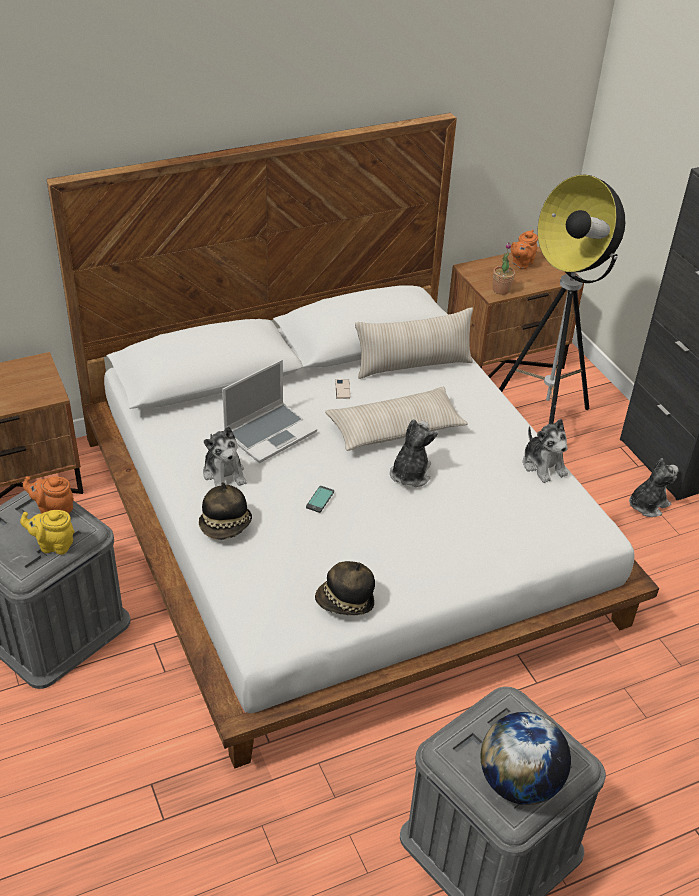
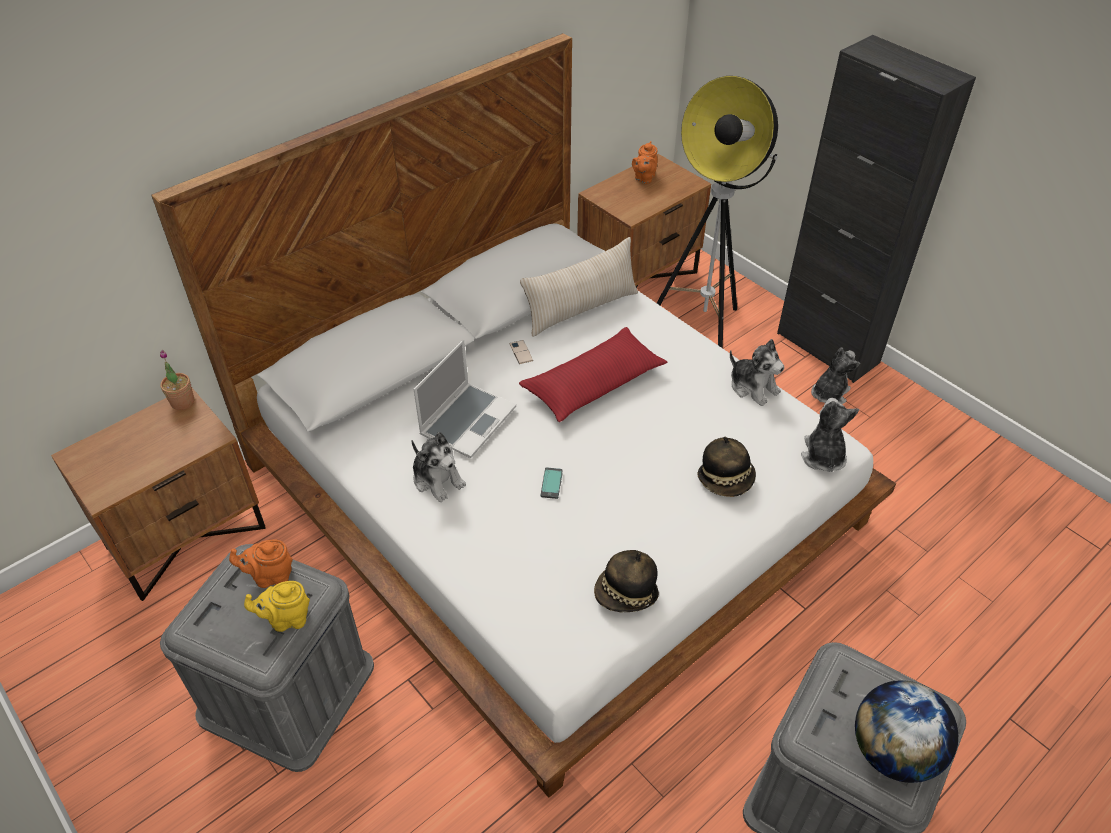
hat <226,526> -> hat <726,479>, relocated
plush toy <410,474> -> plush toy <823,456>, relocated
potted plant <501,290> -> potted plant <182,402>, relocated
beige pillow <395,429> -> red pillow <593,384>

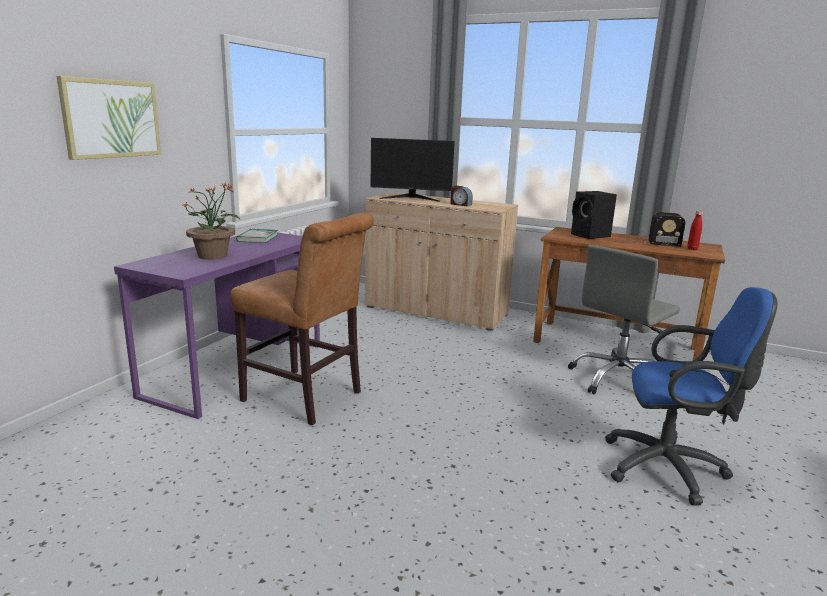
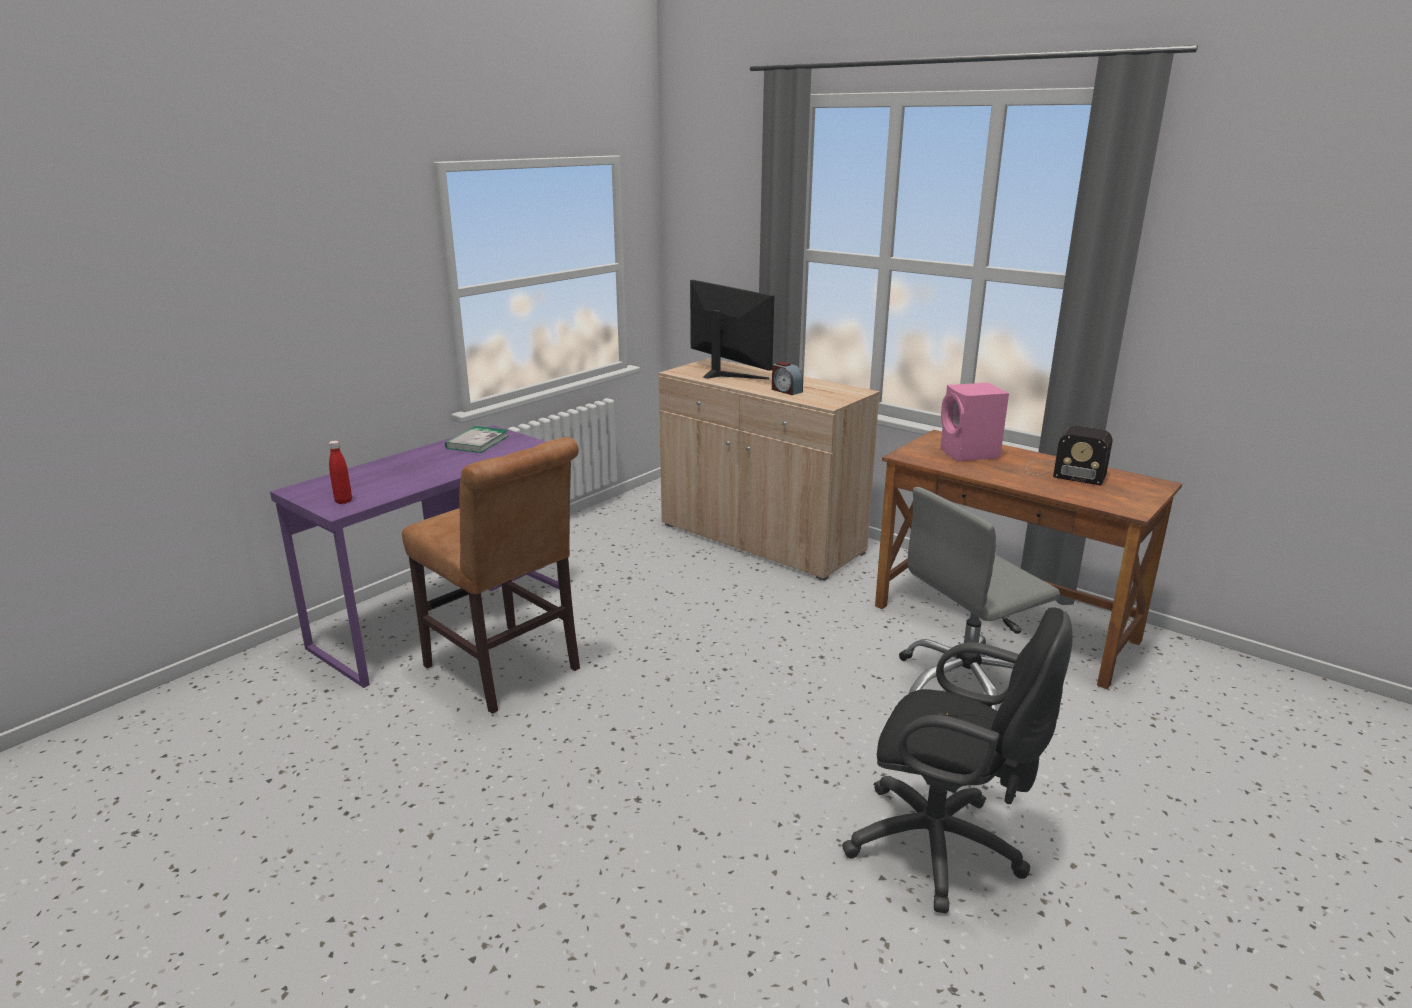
picture <111,119> -> none
potted plant <213,256> -> none
red bottle <692,249> -> red bottle <343,501>, relocated
black speaker <591,236> -> pink speaker <969,454>
blue office chair <670,469> -> black office chair <943,849>
monitor <411,198> -> monitor <725,373>, 150 degrees counterclockwise

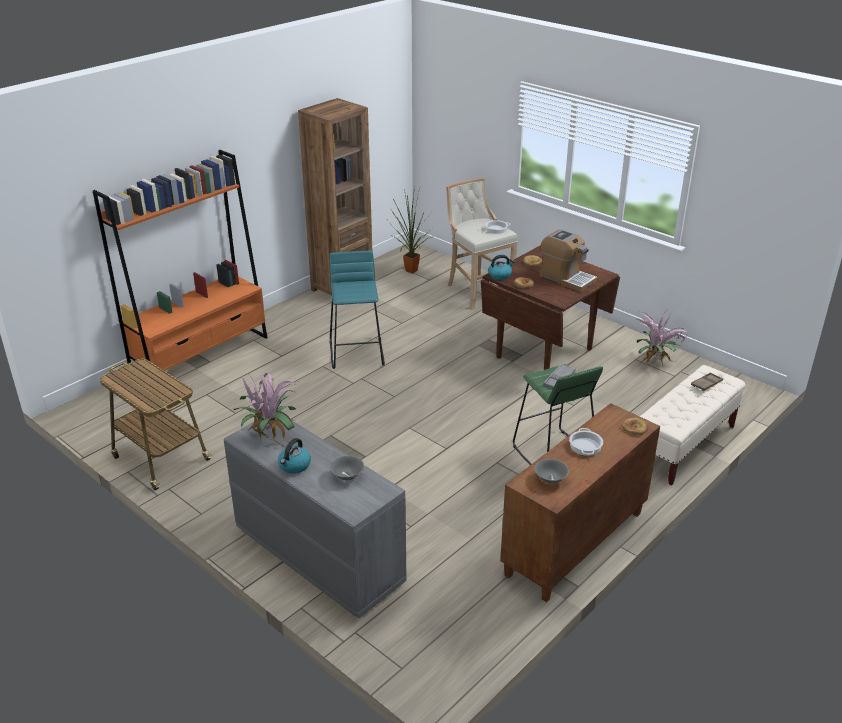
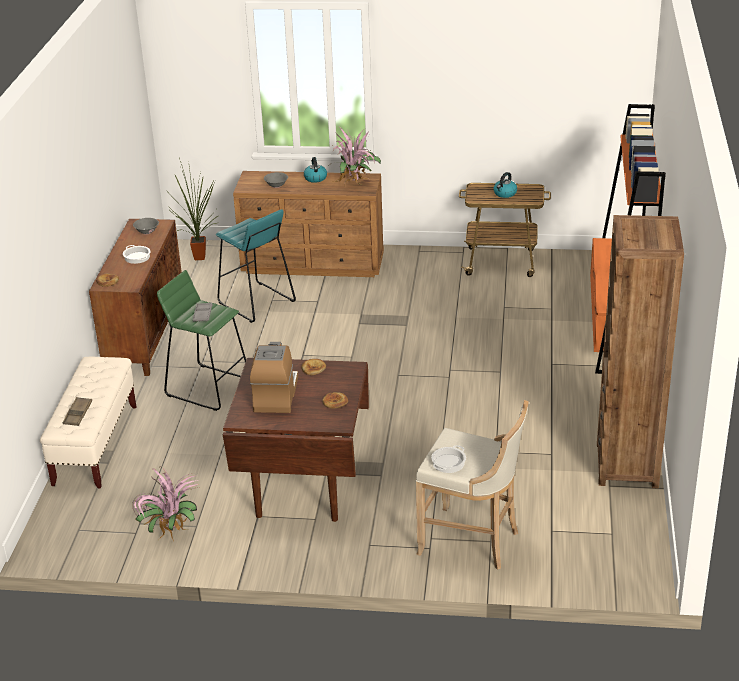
turquoise stool <357,353> -> turquoise stool <256,303>, relocated
potted plant <410,271> -> potted plant <200,256>, relocated
kettle <500,275> -> kettle <505,194>, relocated
grey dresser <317,555> -> brown dresser <314,264>
coffee machine <566,278> -> coffee machine <275,395>, 90 degrees clockwise

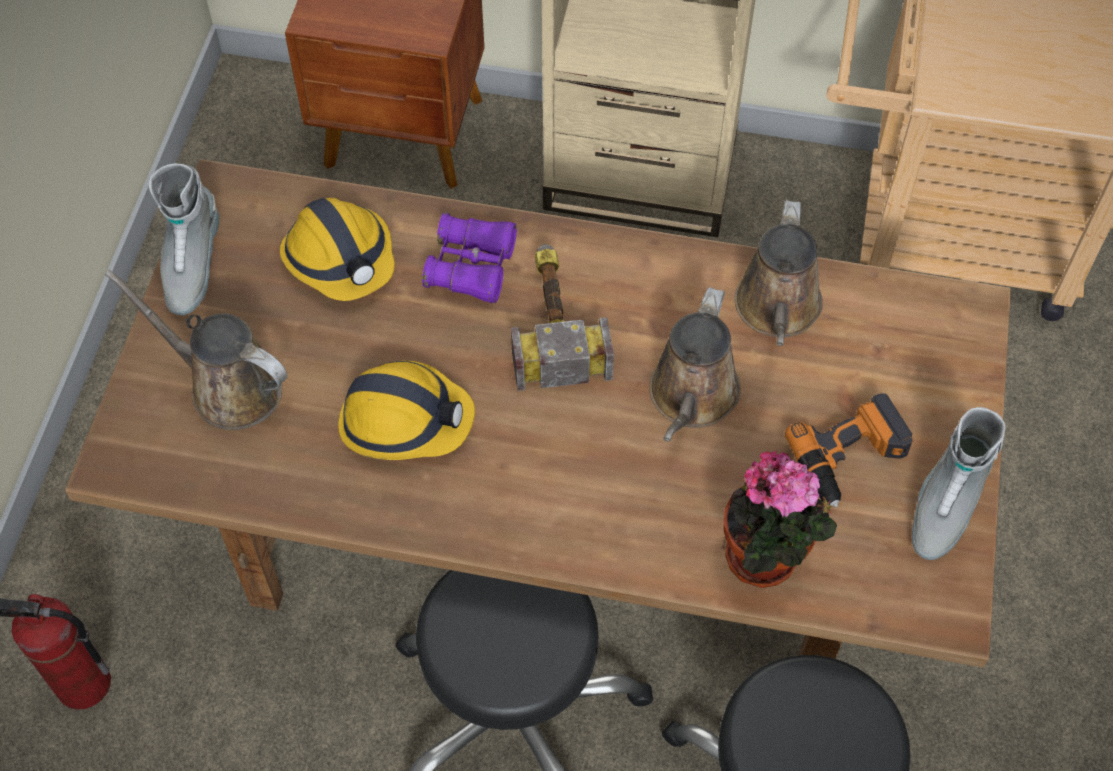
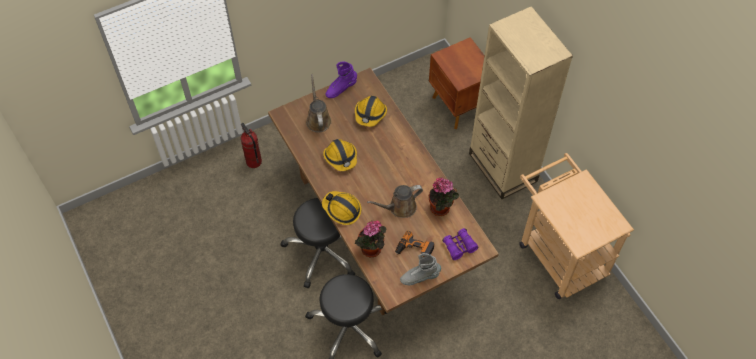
hammer <554,320> -> none
none -> hard hat <342,210>
purple binoculars <471,267> -> purple binoculars <459,247>, relocated
brown watering can <777,310> -> potted plant <441,208>
grey boot <192,266> -> purple boot <341,89>

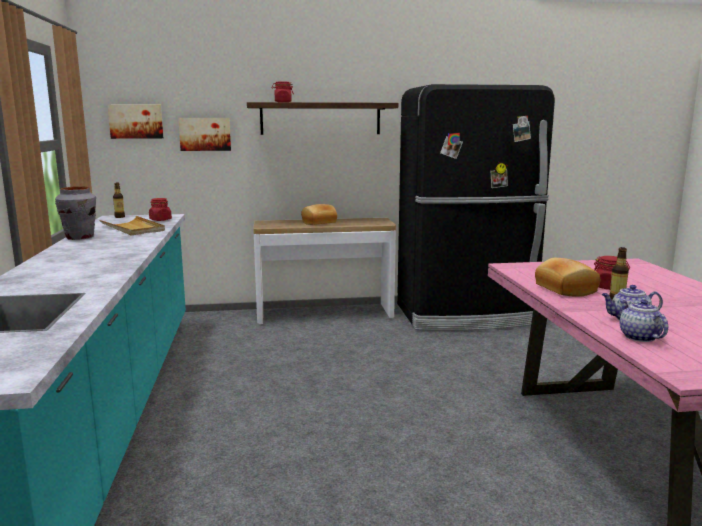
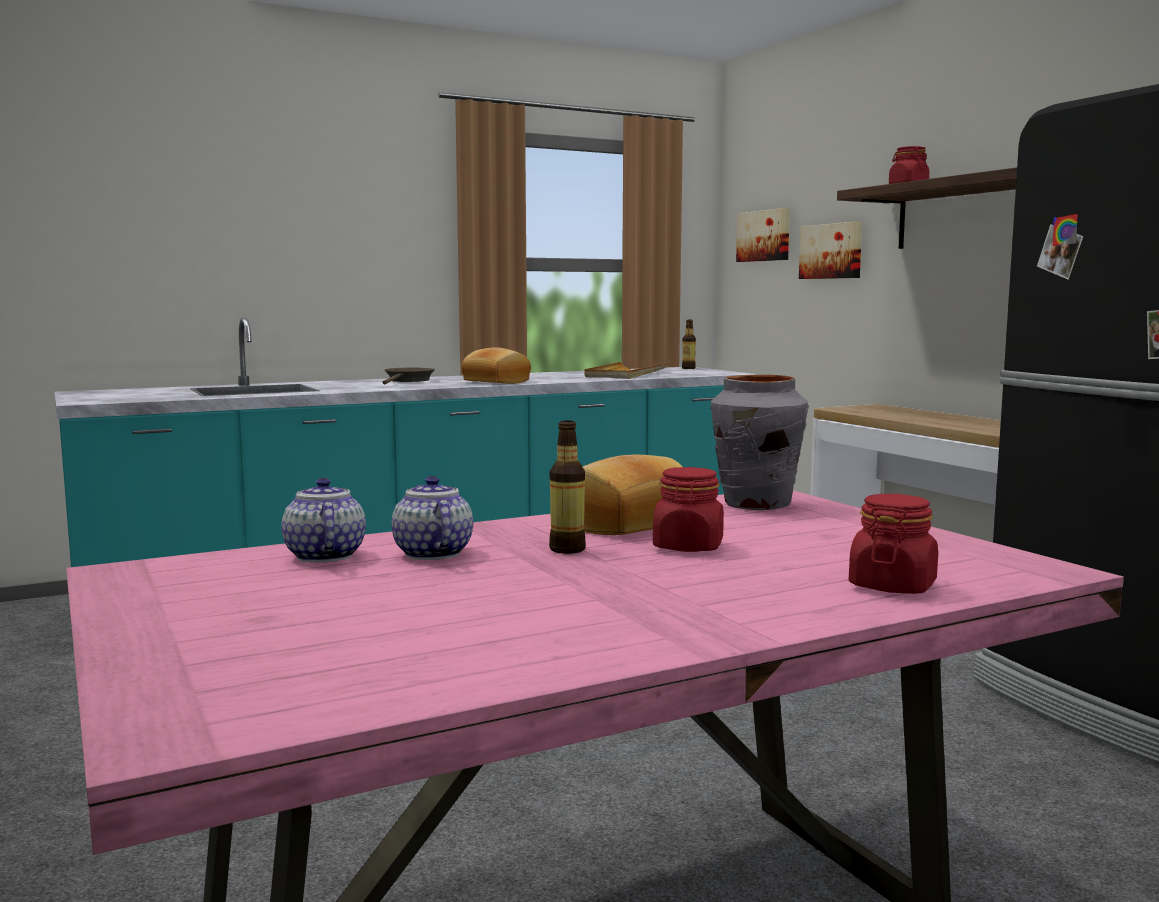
none -> brown frying pan <408,380>
grey vase <80,237> -> grey vase <756,504>, relocated
red jar <160,220> -> red jar <892,586>, relocated
bread <319,223> -> bread <495,382>, relocated
teapot <638,337> -> teapot <324,555>, 75 degrees counterclockwise

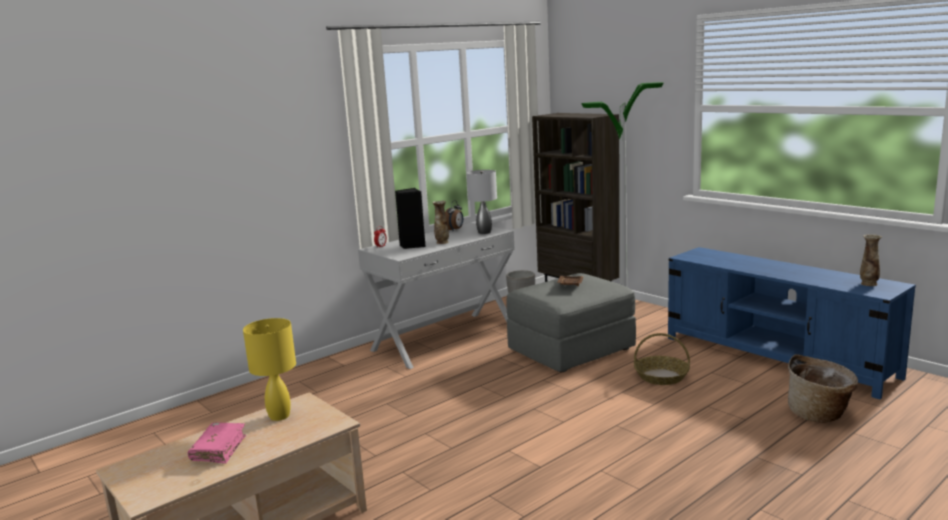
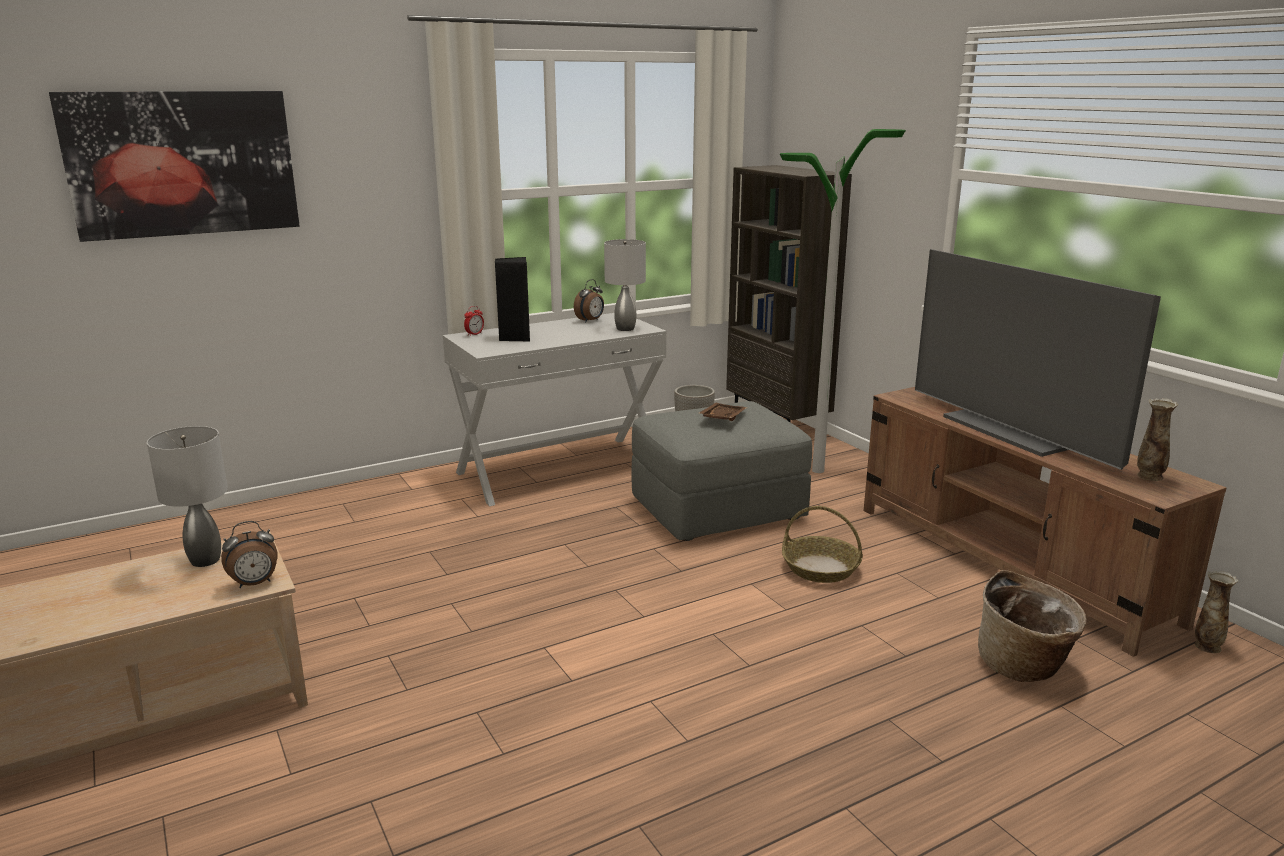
pink book <219,449> -> none
none -> picture <183,163>
none -> alarm clock <254,584>
none -> television <1013,431>
vase <442,242> -> vase <1206,646>, relocated
yellow table lamp <279,416> -> grey table lamp <204,561>
blue tv stand <777,357> -> brown tv stand <1008,563>

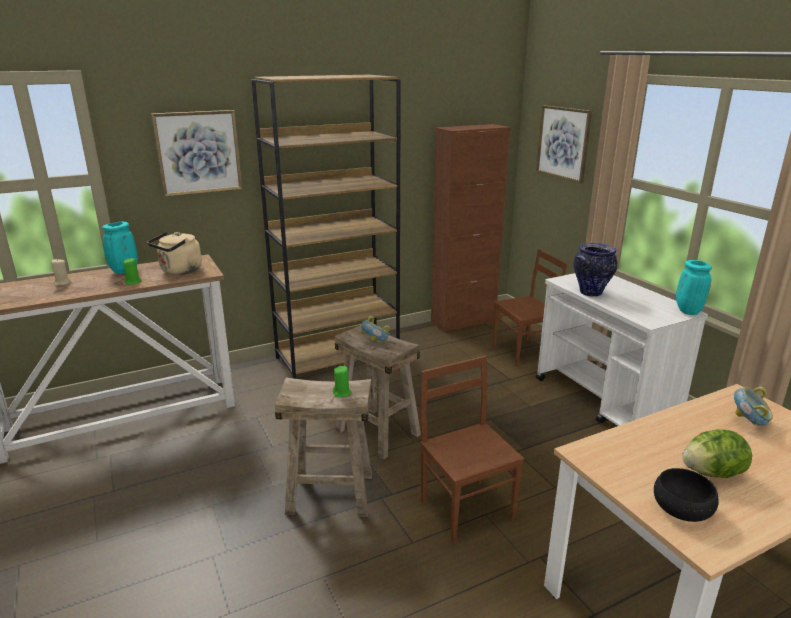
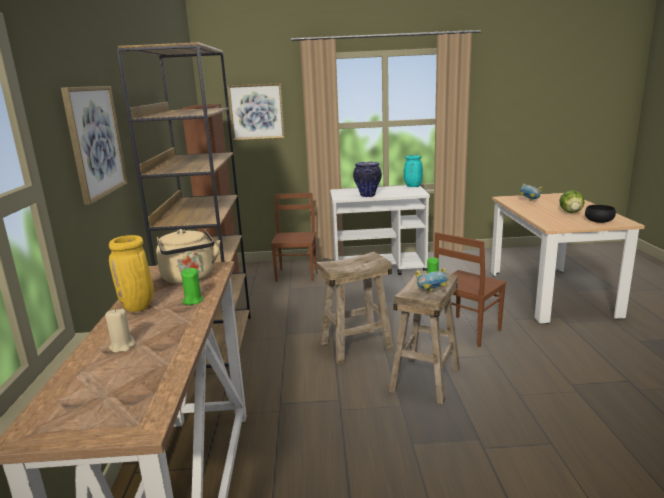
bowl <375,343> -> bowl <432,293>, relocated
turquoise vase <124,271> -> yellow vase <138,307>
brown chair <467,509> -> brown chair <466,331>, 45 degrees counterclockwise

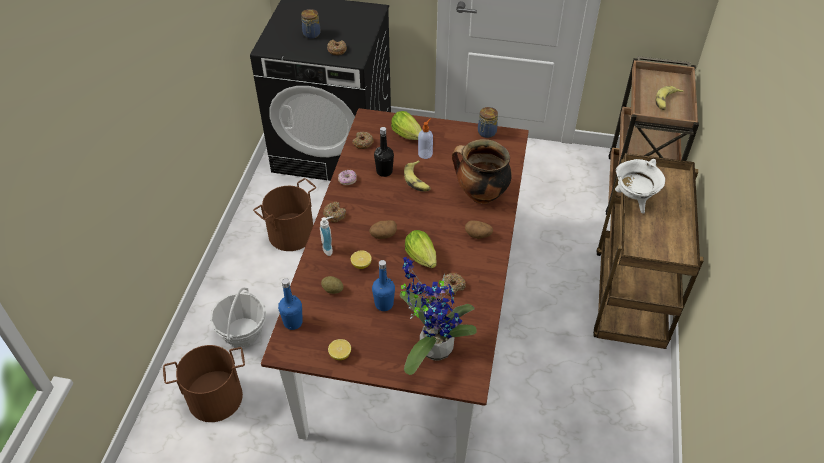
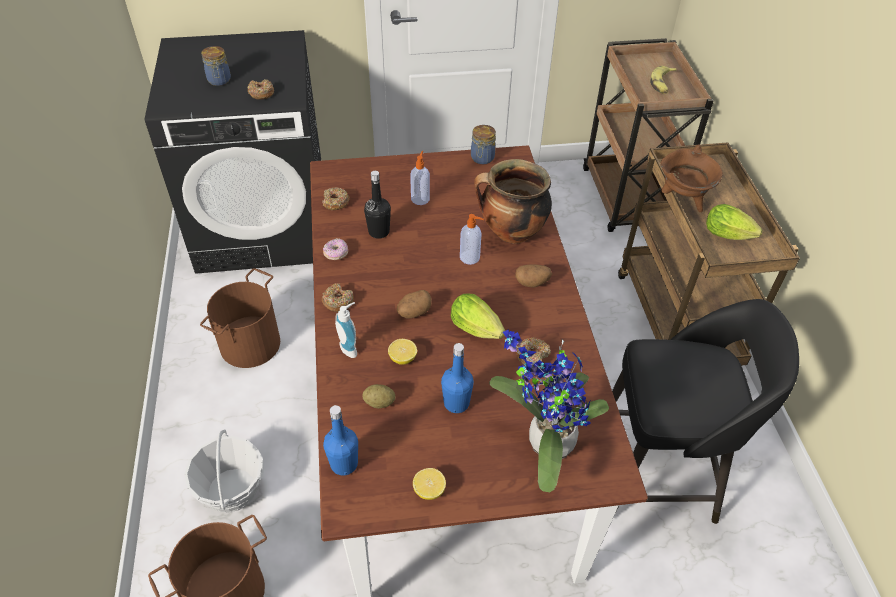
banana <417,180> -> none
none -> soap dispenser <470,258>
none -> black stool <658,473>
lettuce <408,136> -> lettuce <730,236>, relocated
white cooking pot <633,200> -> brown cooking pot <683,199>

